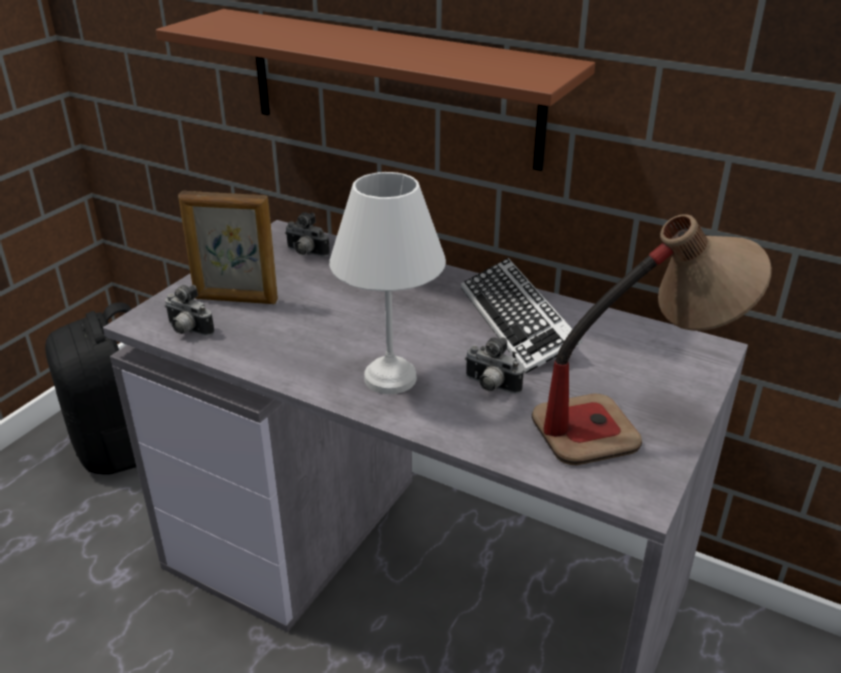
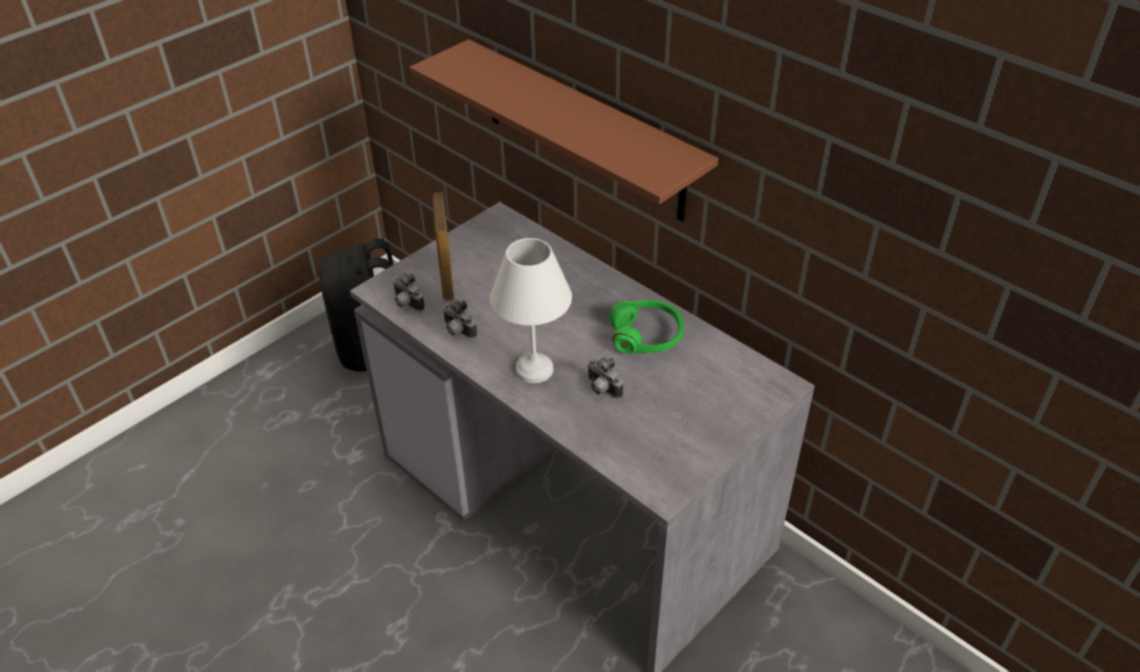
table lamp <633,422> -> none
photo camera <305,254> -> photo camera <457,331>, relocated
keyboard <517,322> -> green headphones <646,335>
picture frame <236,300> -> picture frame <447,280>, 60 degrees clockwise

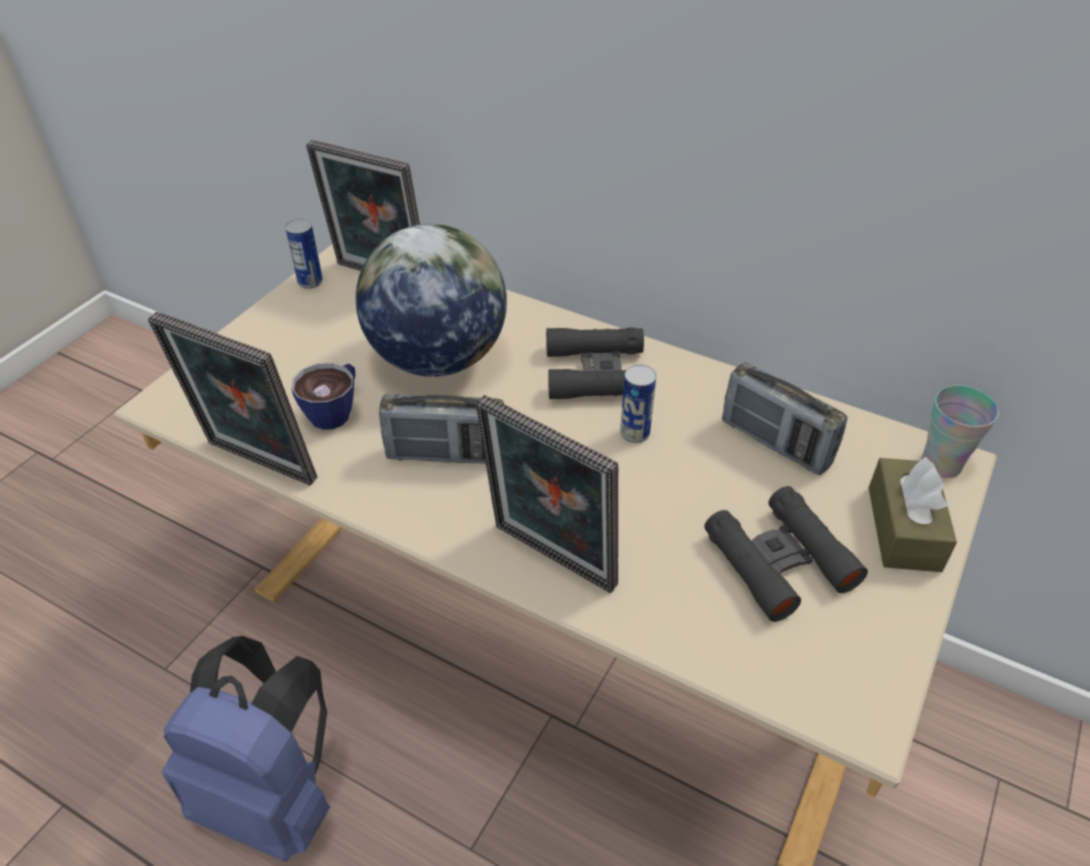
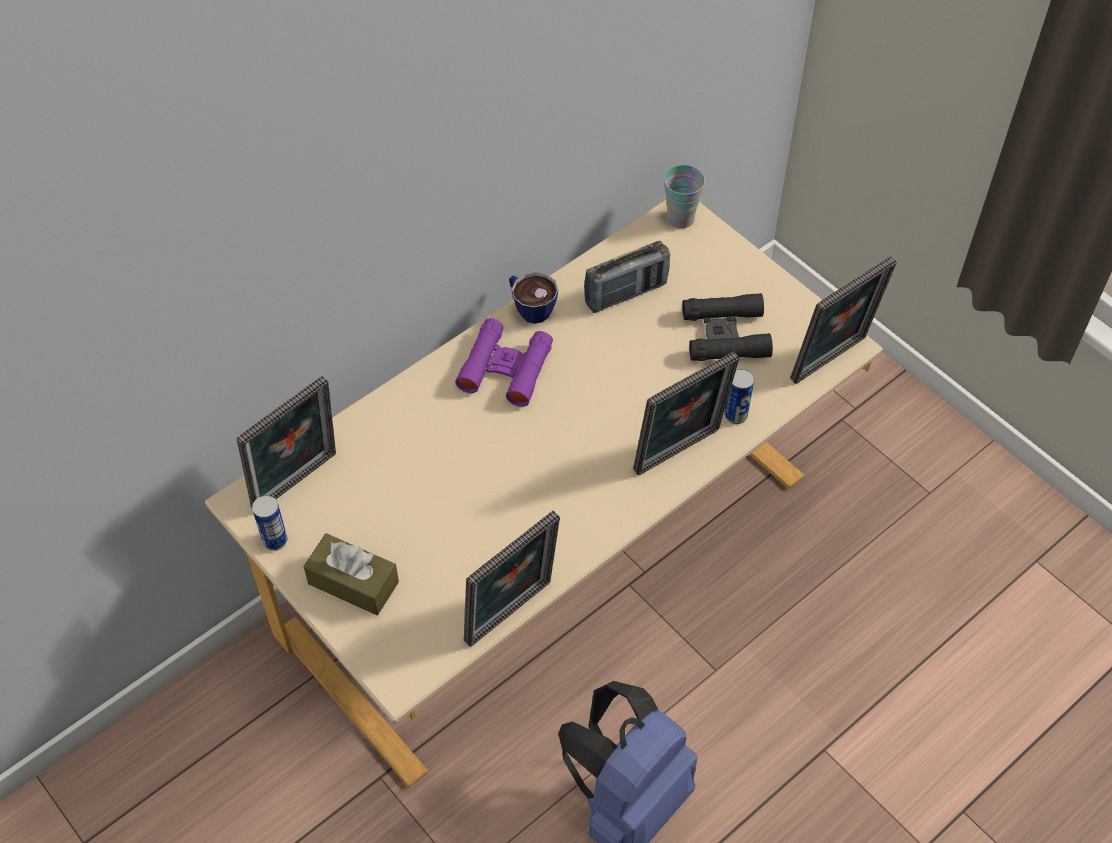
globe <437,359> -> none
radio <446,455> -> none
none -> picture frame <832,362>
cup <335,410> -> cup <530,308>, relocated
can <634,433> -> can <735,415>, relocated
brown tissue box <903,528> -> brown tissue box <353,583>, relocated
black binoculars <596,373> -> purple binoculars <505,368>

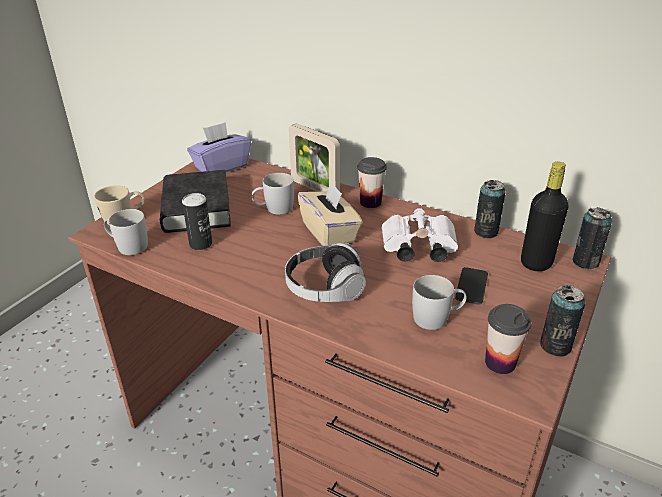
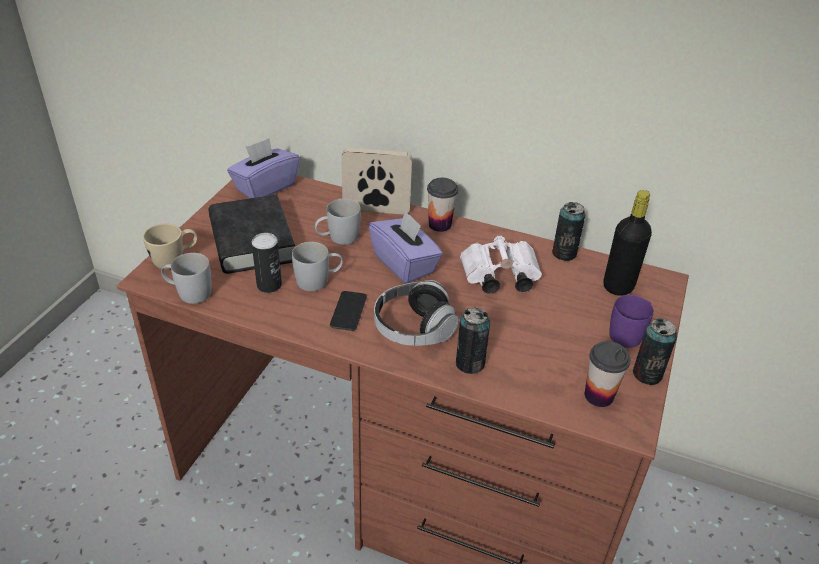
none -> purple mug <629,333>
white mug <437,318> -> white mug <318,281>, relocated
phone <471,286> -> phone <348,311>, relocated
can <585,262> -> can <470,363>, relocated
beige tissue box <330,233> -> purple tissue box <404,264>
picture frame <314,188> -> picture frame <376,210>, 150 degrees clockwise

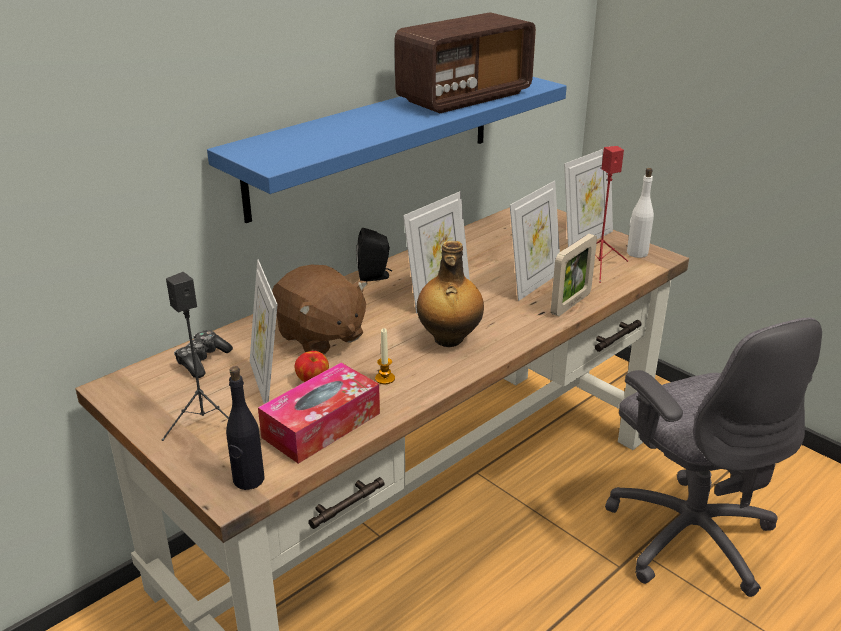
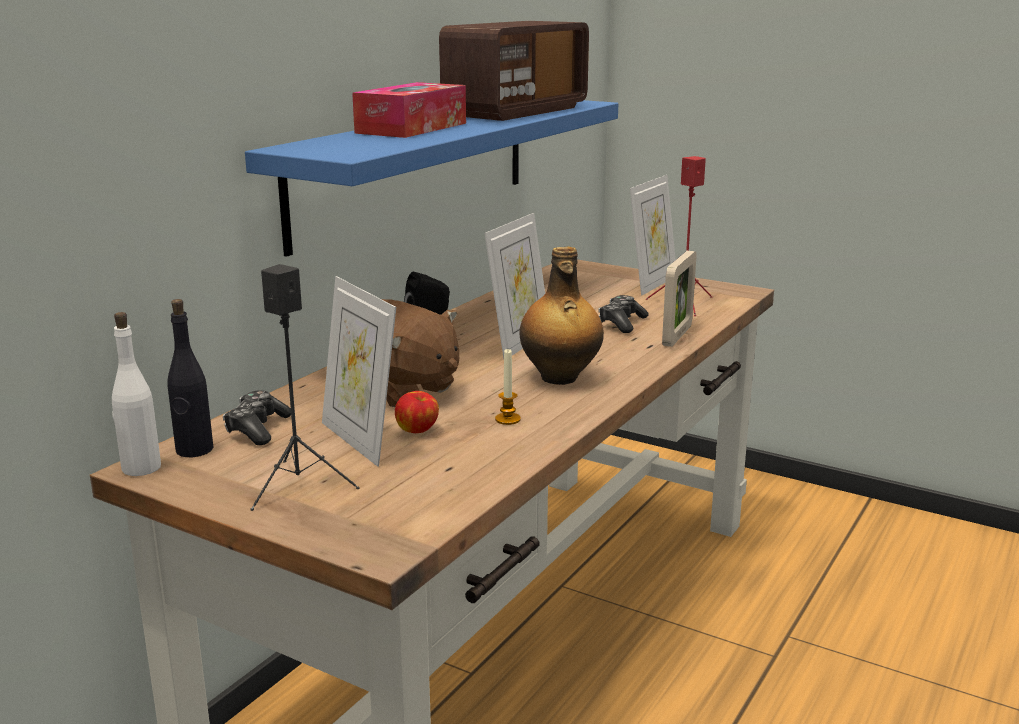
grey office chair <689,534> -> none
black bottle <248,480> -> black bottle <194,450>, relocated
tissue box <321,425> -> tissue box <412,128>, relocated
white bottle <637,253> -> white bottle <141,468>, relocated
picture frame <533,283> -> game controller <622,323>

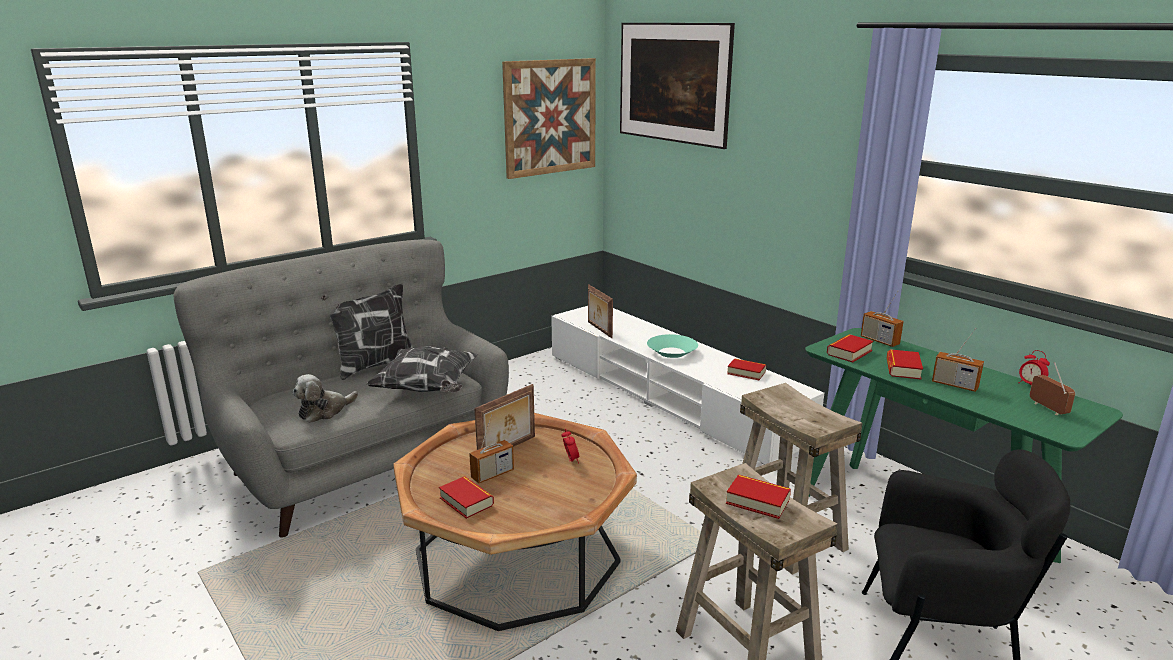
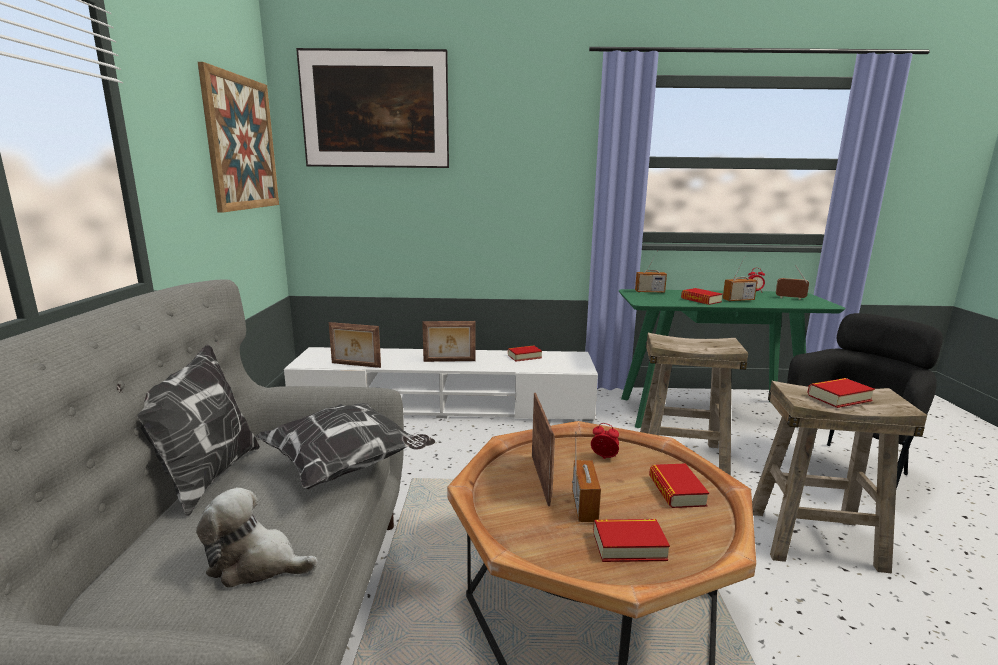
book <849,352> -> book <676,491>, relocated
turquoise bowl <672,352> -> picture frame <449,361>
plush toy <324,411> -> plush toy <256,564>, 105 degrees clockwise

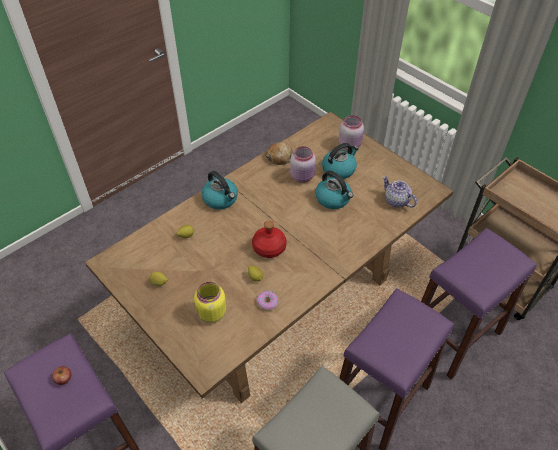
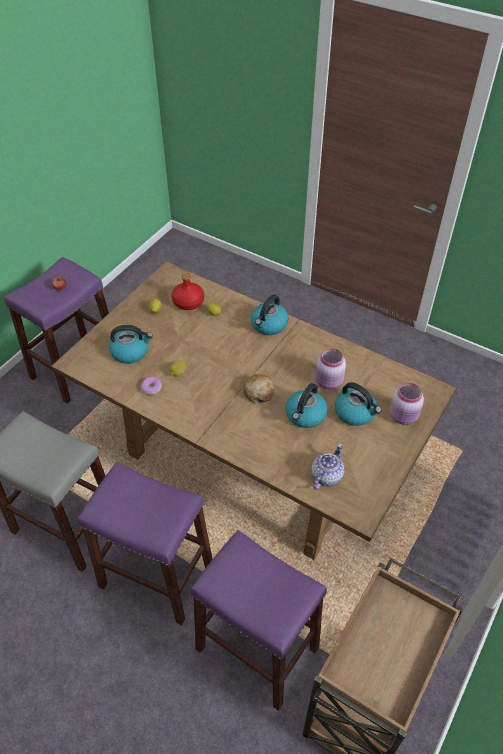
red bottle <269,247> -> red bottle <188,302>, relocated
bread <279,157> -> bread <259,392>, relocated
yellow jar <211,313> -> kettle <130,352>

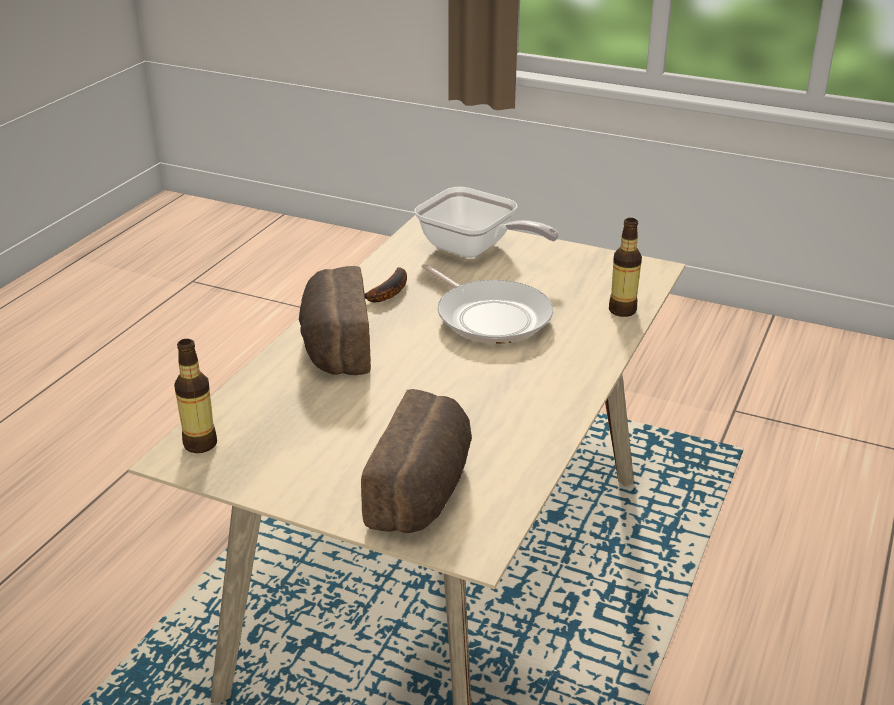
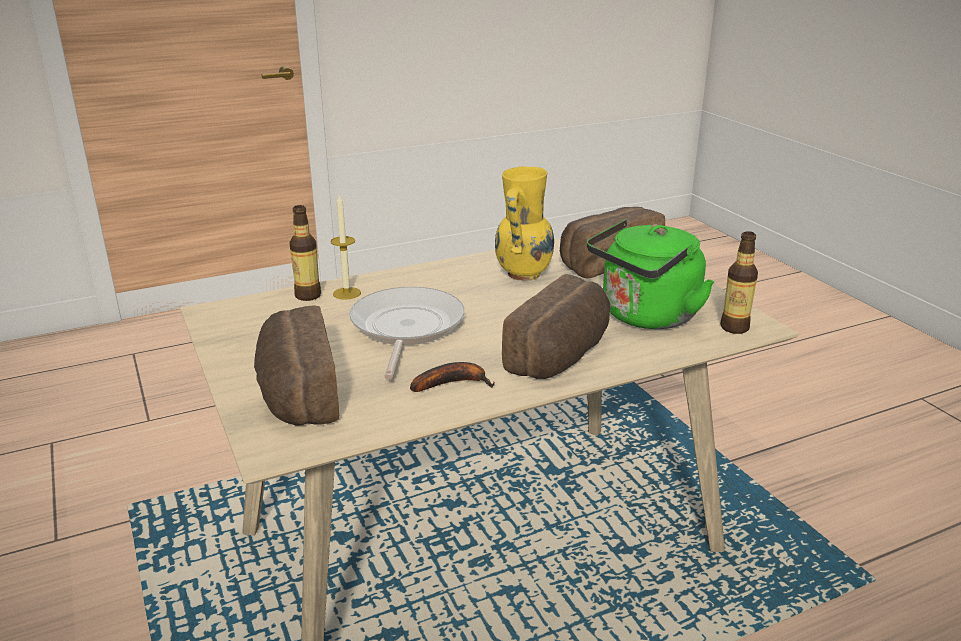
none -> candle <347,293>
none -> yellow vase <522,275>
none -> green kettle <645,317>
frying pan <474,250> -> bread <296,393>

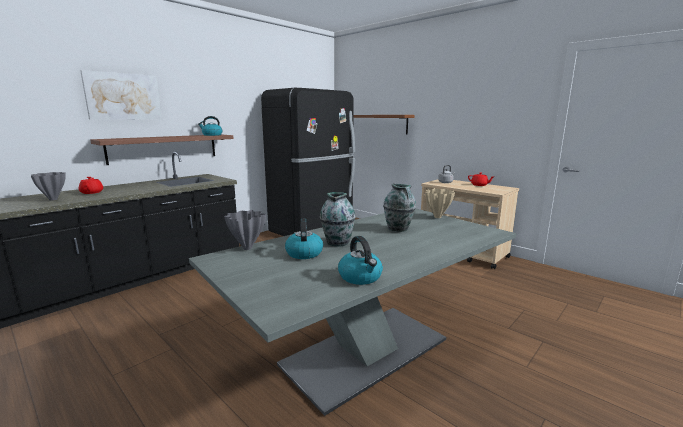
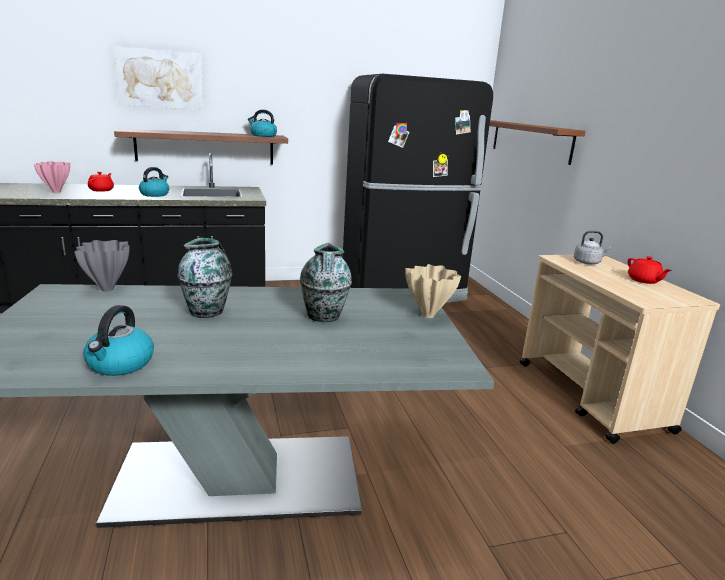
kettle <304,253> -> kettle <155,194>, relocated
grey vase <54,199> -> pink vase <57,192>

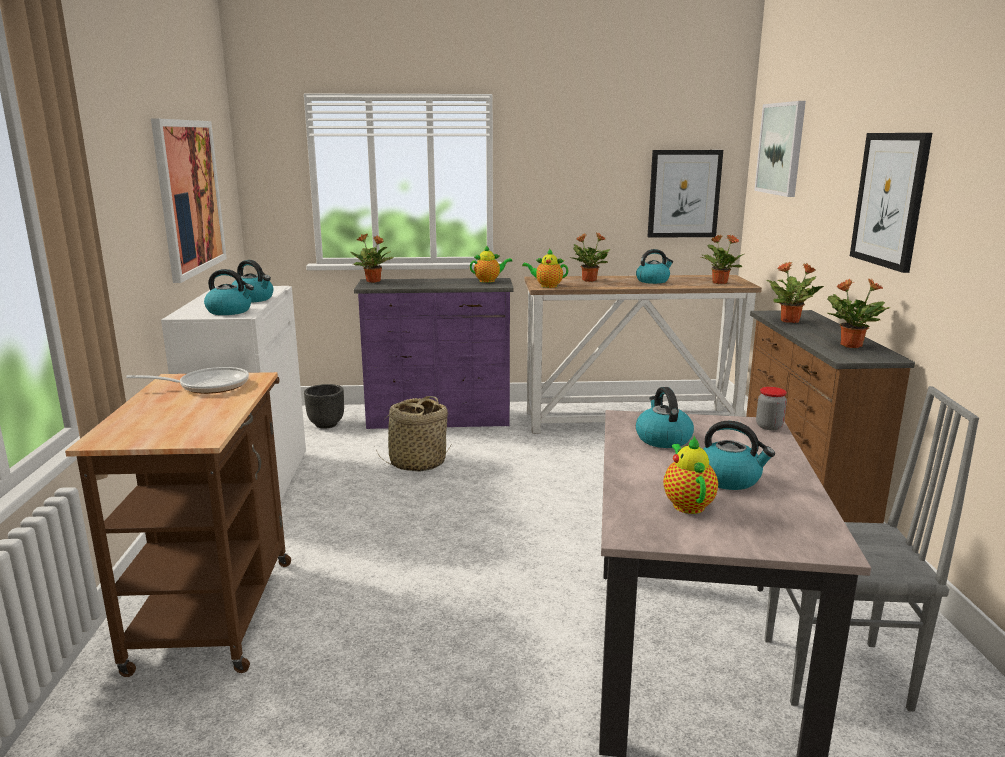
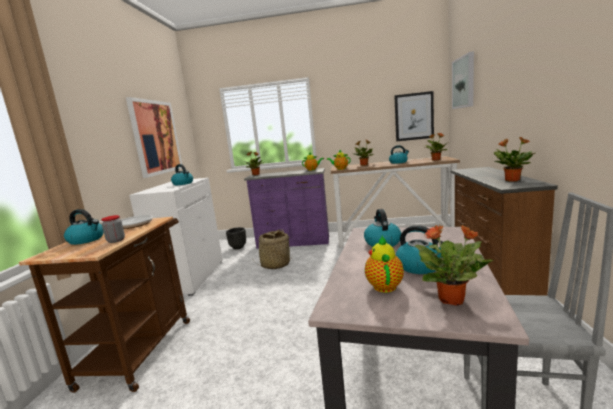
picture <890,200> -> none
kettle <230,311> -> kettle <87,240>, relocated
jar <769,426> -> jar <116,240>, relocated
potted plant <790,321> -> potted plant <452,300>, relocated

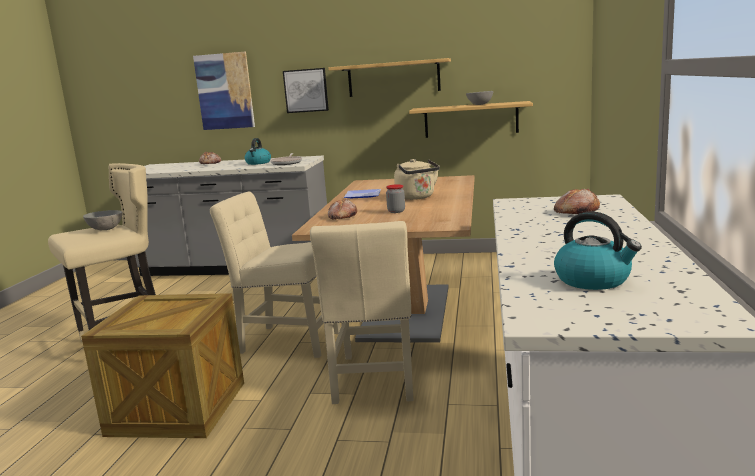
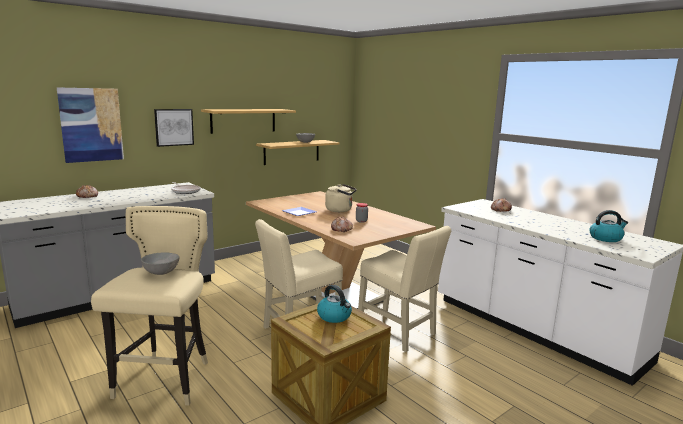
kettle <258,163> -> kettle <334,316>, relocated

